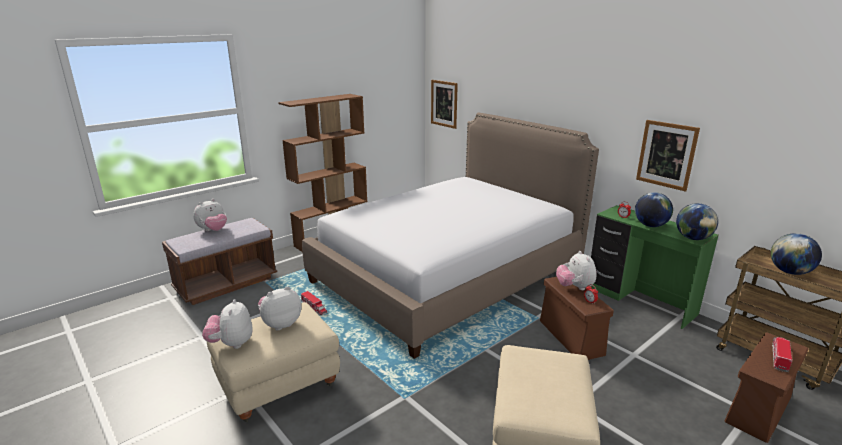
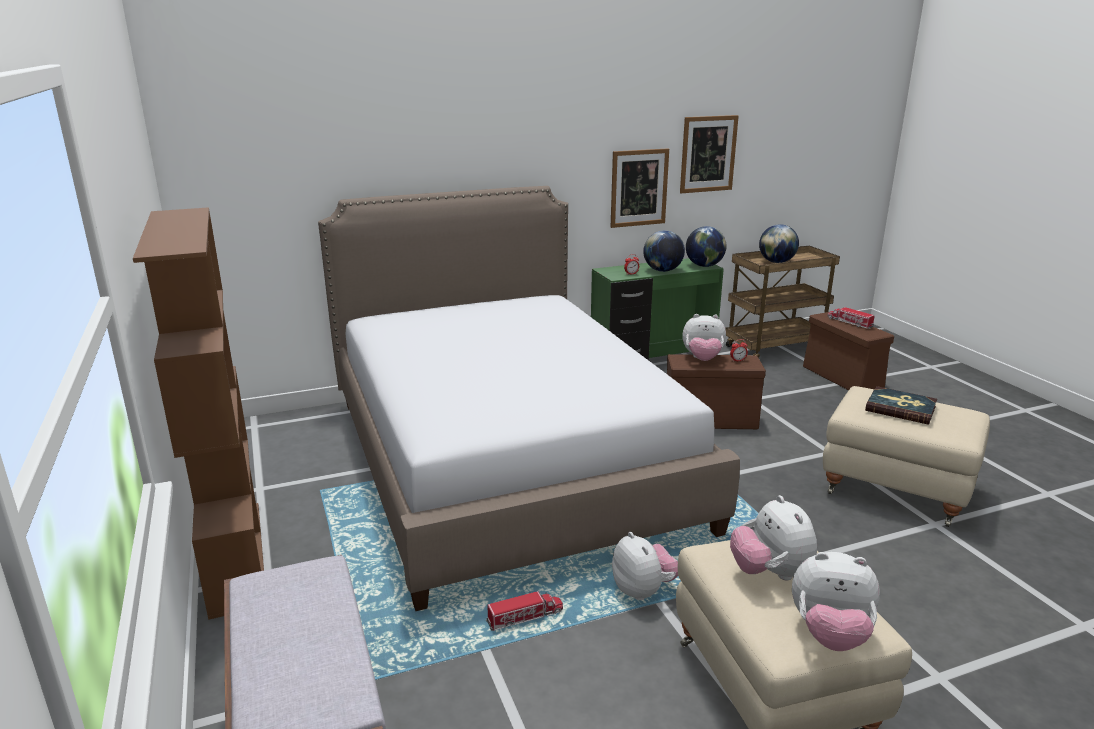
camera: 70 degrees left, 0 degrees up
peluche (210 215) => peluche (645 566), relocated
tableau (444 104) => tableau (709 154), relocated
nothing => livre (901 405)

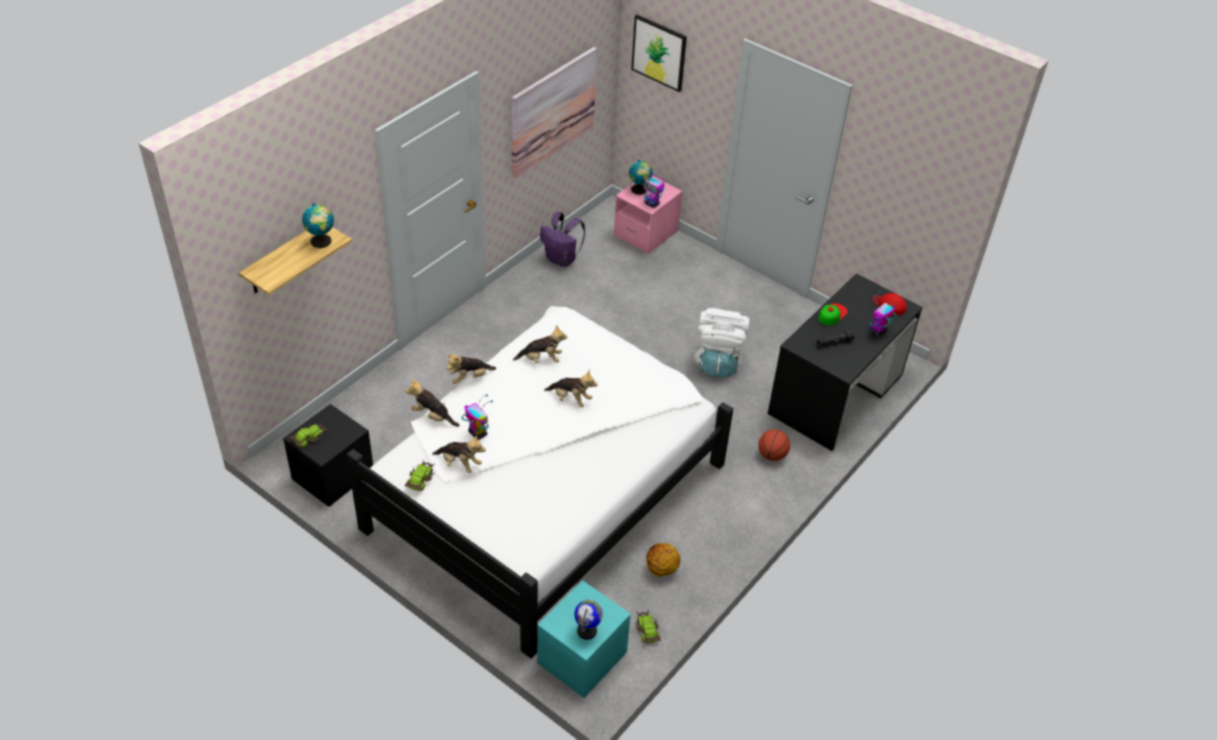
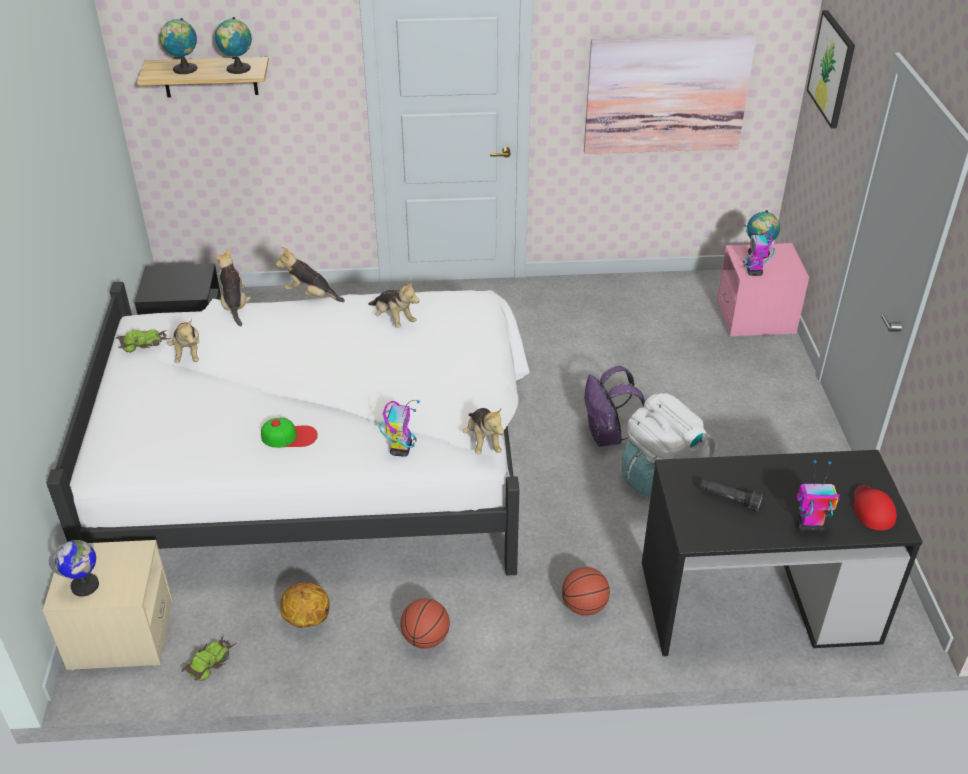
camera: 50 degrees right, 5 degrees down
petite voiture (309 434) => nothing
robot jouet (477 417) => robot jouet (399 428), relocated
table de chevet/turquoise (584 639) => table de chevet/beige (108 605)
sac à dos/violet (562 239) => sac à dos/violet (614 406), relocated
peluche (571 388) => peluche (483 430), relocated
casquette (833 314) => casquette (289 433), relocated
nothing => globe (178 46)
nothing => ballon de basket (425 623)

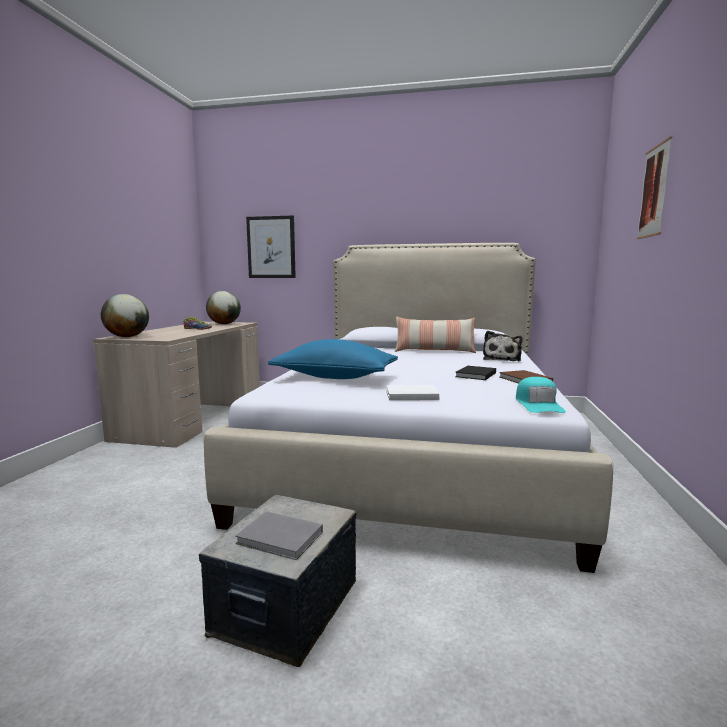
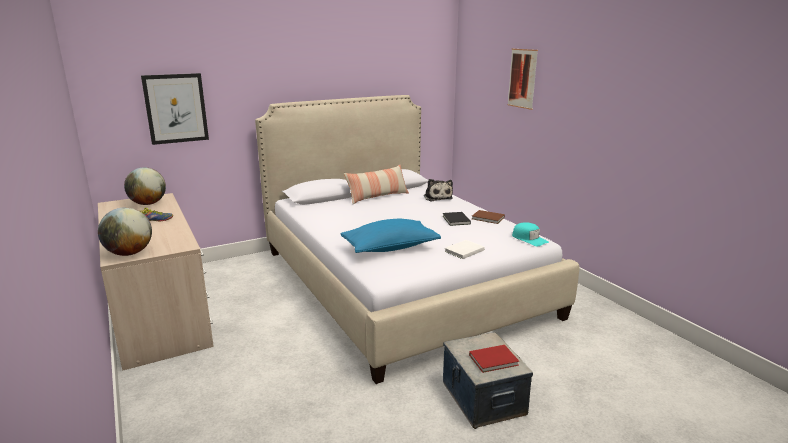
camera: 40 degrees left, 10 degrees up
livre/gris (279 535) => livre/rouge (494 359)

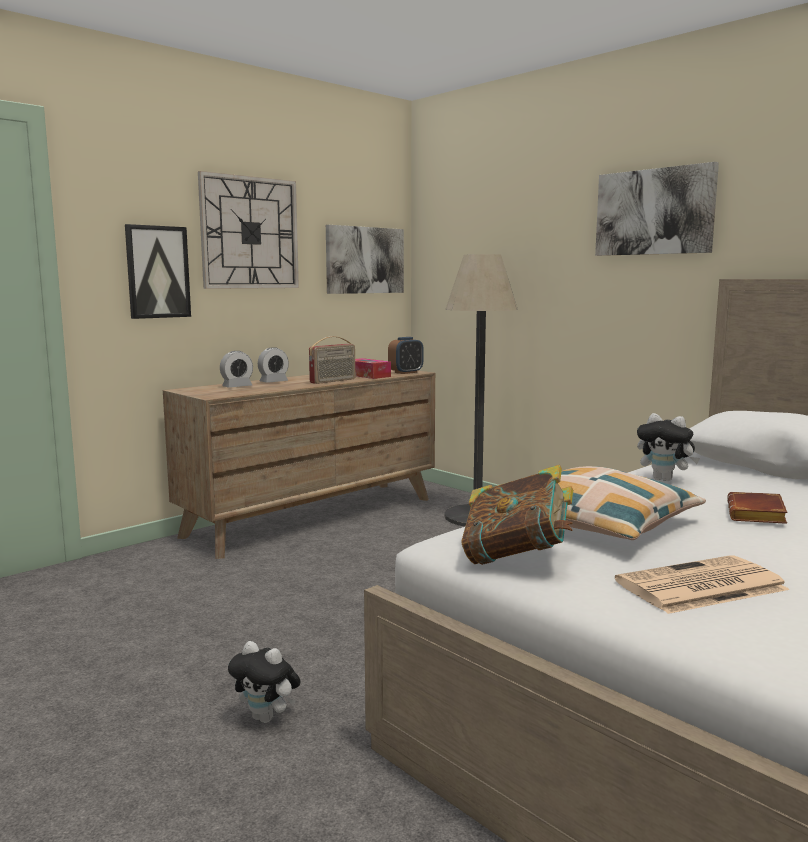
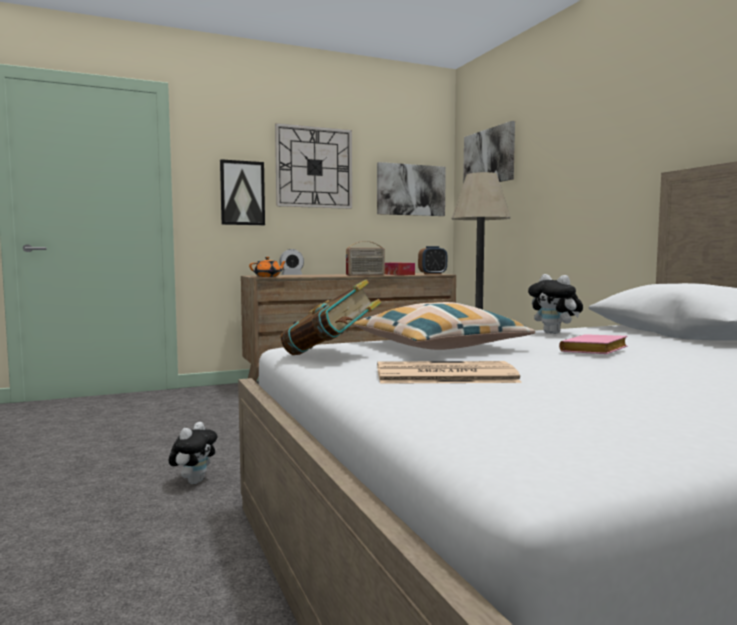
camera: 20 degrees right, 5 degrees down
peluche (264 682) => peluche (193 453), 120 degrees counterclockwise
réveil (273 365) => nothing
tableau (657 209) => tableau (489 152), relocated
livre/marron (757 508) => livre/rose (593 344)
nothing => théière/orange (267 267)

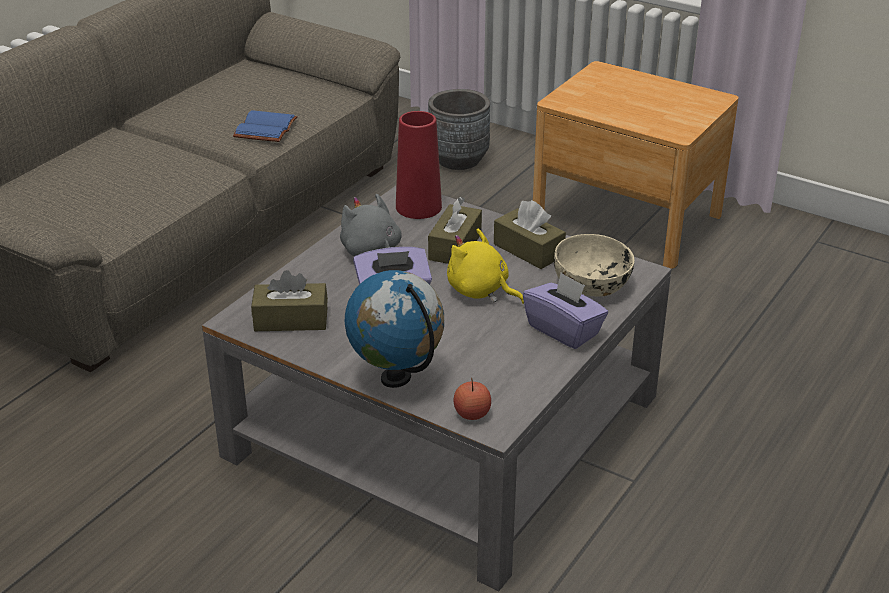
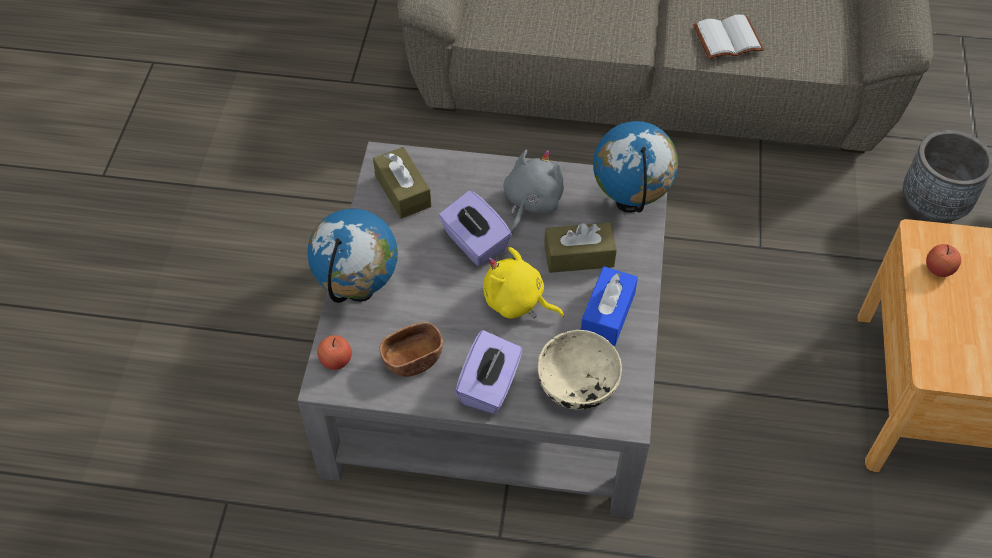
camera: 65 degrees right, 20 degrees up
livre/bleu (265 126) => livre/blanc (728 37)
vase/rouge (419 165) => globe (635 167)
peluche/jaune (485 266) => peluche/jaune (523 283), 75 degrees counterclockwise
boîte à mouchoirs/marron (530 234) => boîte à mouchoirs/bleu (609 306)
nothing => bol/marron (411 349)
nothing => pomme (943 260)

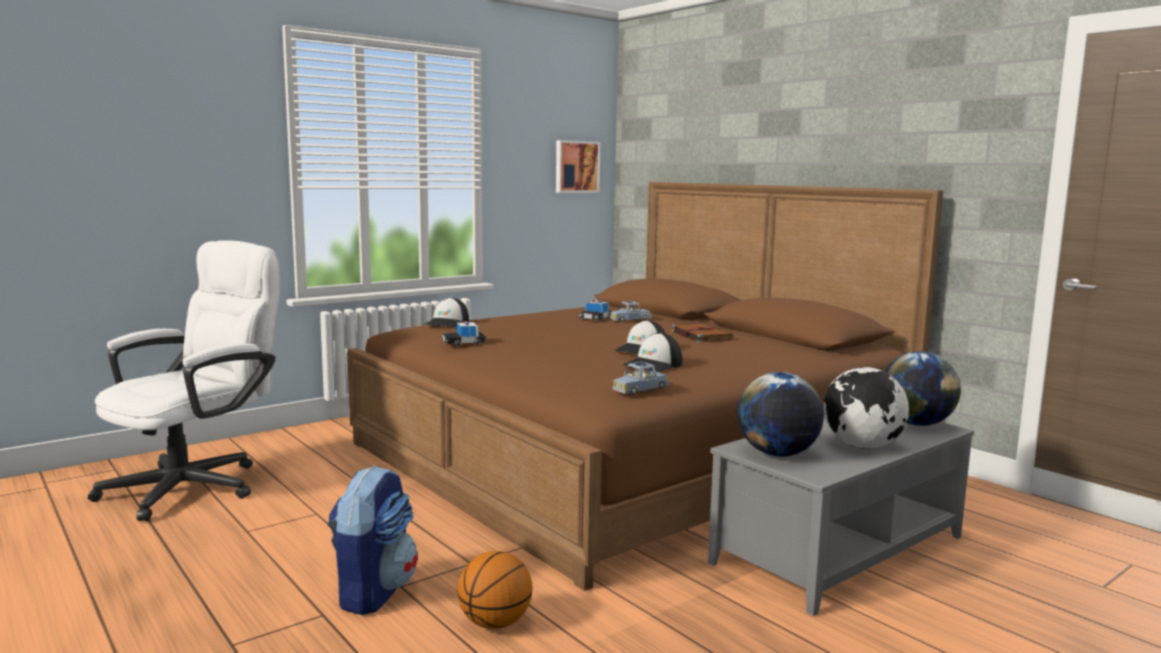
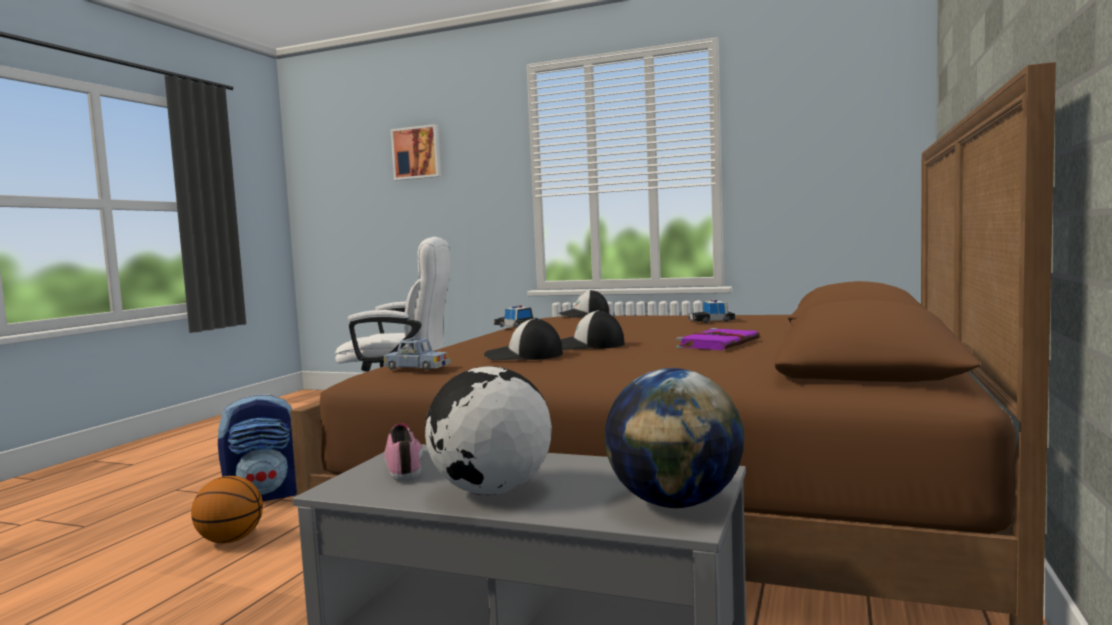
camera: 60 degrees right, 5 degrees down
tableau (578 166) => tableau (416 152), relocated
petite voiture/bleu (630 311) => nothing
livre/marron (702 333) => livre/violet (718 339)
globe (780 414) => chaussure (403 452)

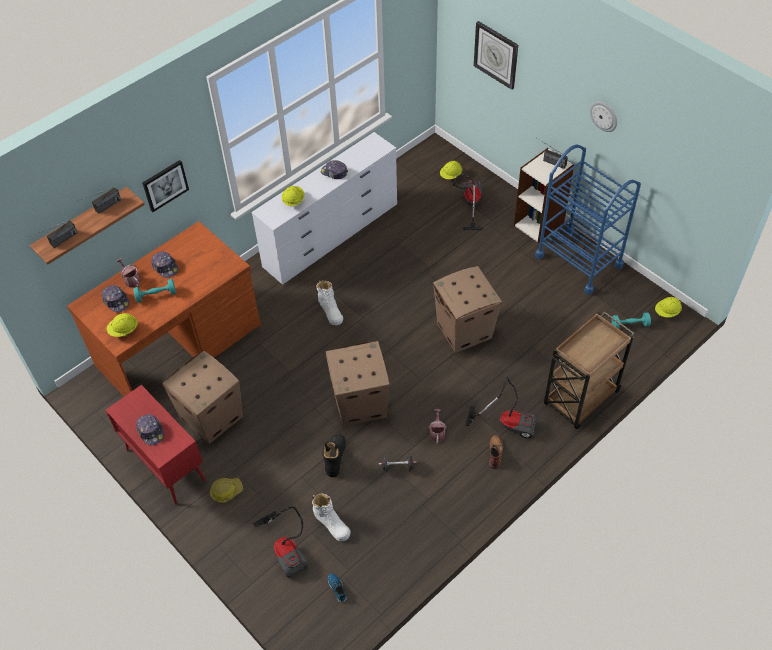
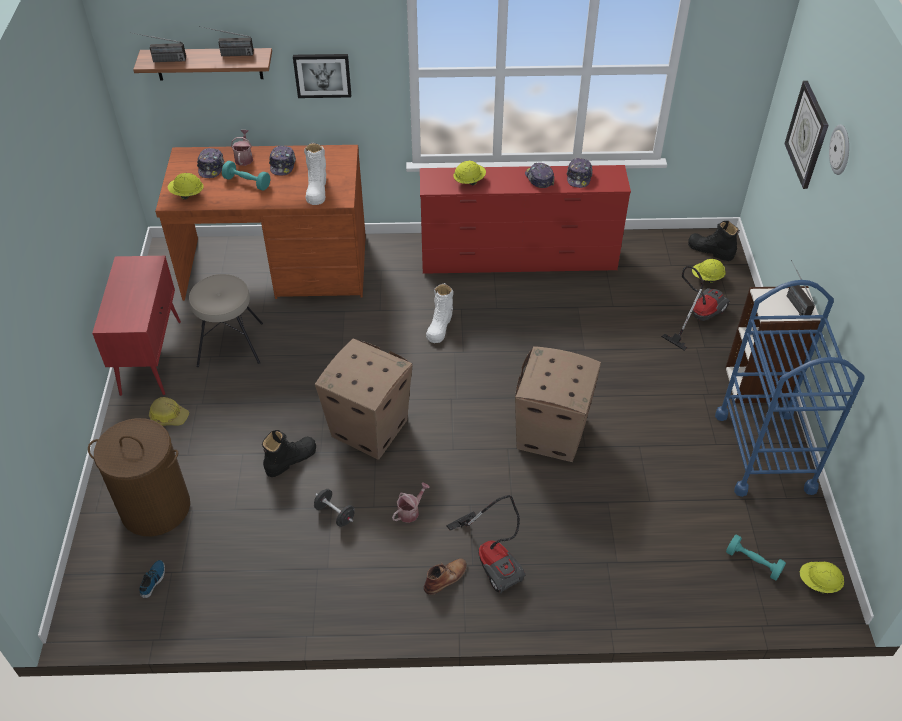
camera: 40 degrees right, 5 degrees down
casquette (150 429) => casquette (580 173), relocated
carton (202 397) => tabouret/beige (226 320)
commode/blanc (324 208) => commode/rouge (525 219)
aspirateur (281 542) => panier à linge/marron (139 477)
botte/blanc (331 517) => botte/blanc (315 173), relocated
chariot/marron (589 370) => nothing
horloge murale (603 116) => horloge murale (839 150), relocated
nothing => botte/noir (714 241)

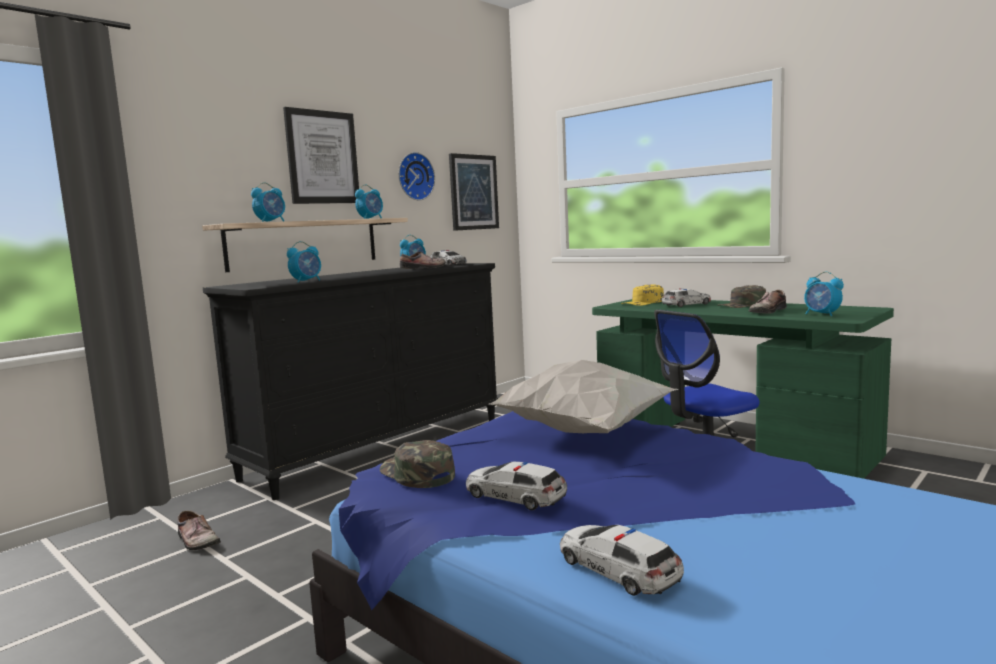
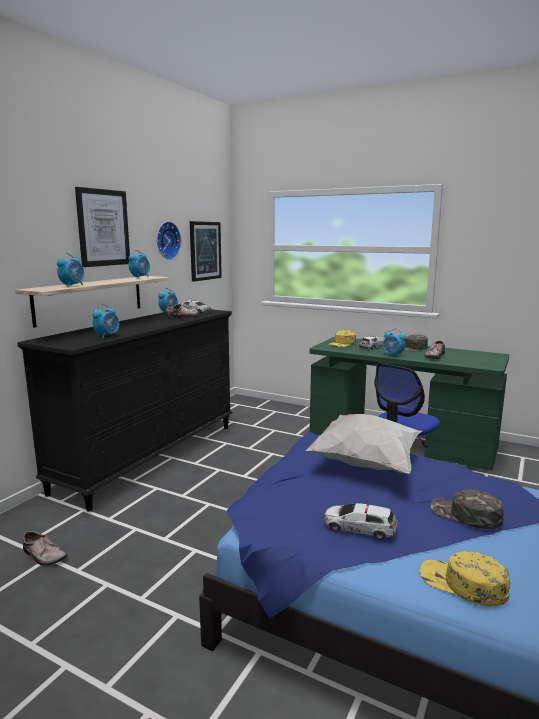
camera: 15 degrees left, 5 degrees up
casquette/vert (417 464) => casquette/vert (467 509), relocated
petite voiture (622 560) => casquette/jaune (465 578)
réveil (824 294) => réveil (394 343), relocated

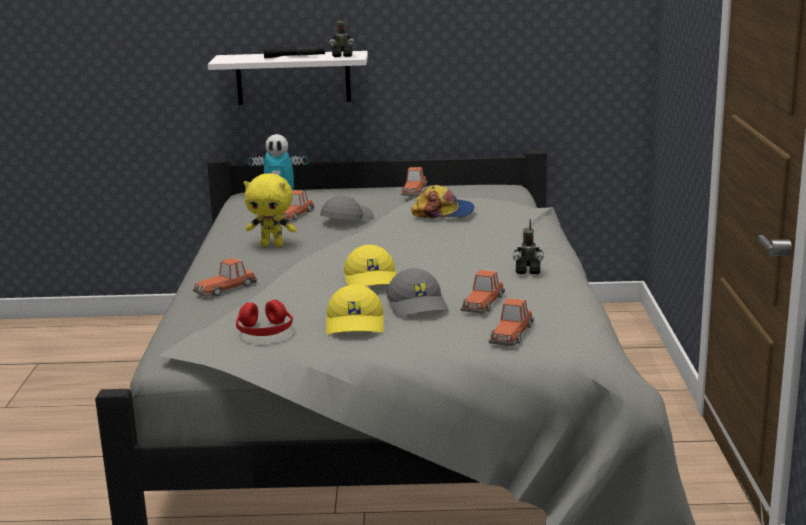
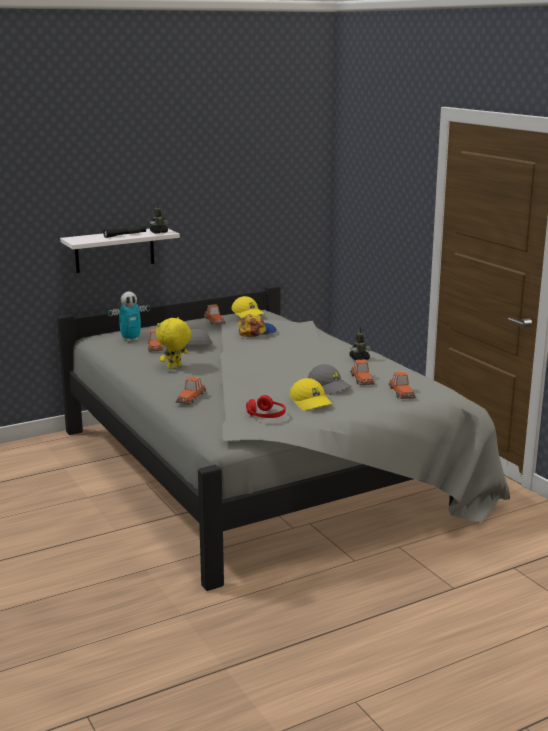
camera: 30 degrees left, 0 degrees up
peluche/jaune (270 210) => peluche/jaune (173 343), 150 degrees clockwise
casquette/jaune (370 265) => casquette/jaune (248 307), relocated

